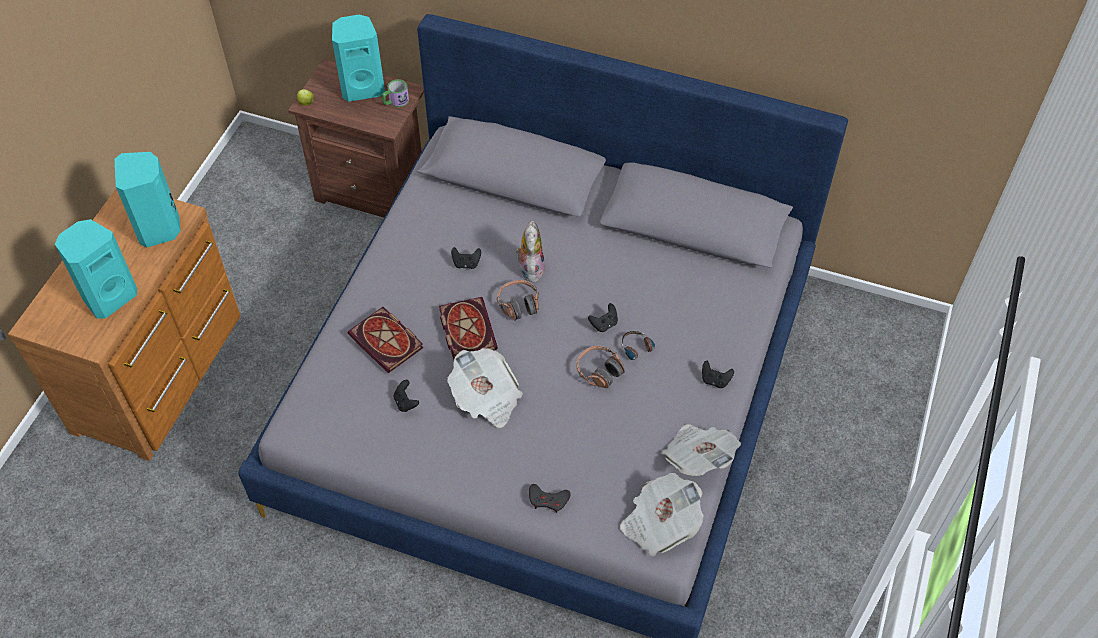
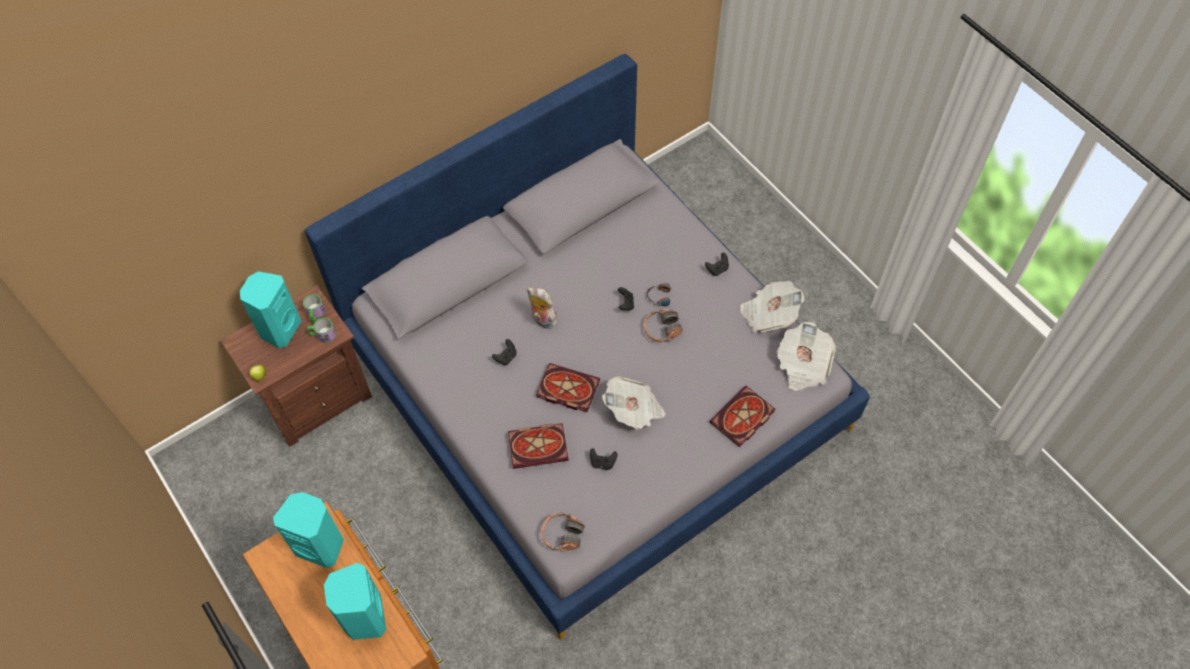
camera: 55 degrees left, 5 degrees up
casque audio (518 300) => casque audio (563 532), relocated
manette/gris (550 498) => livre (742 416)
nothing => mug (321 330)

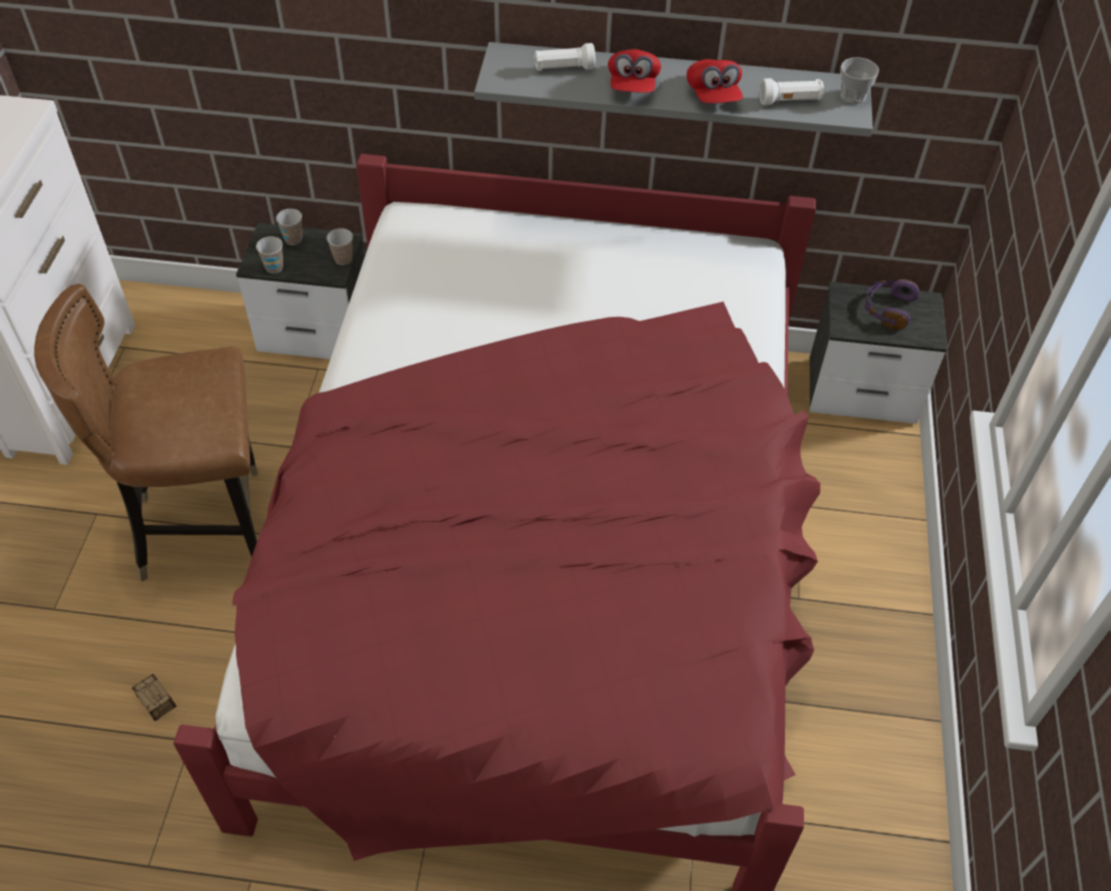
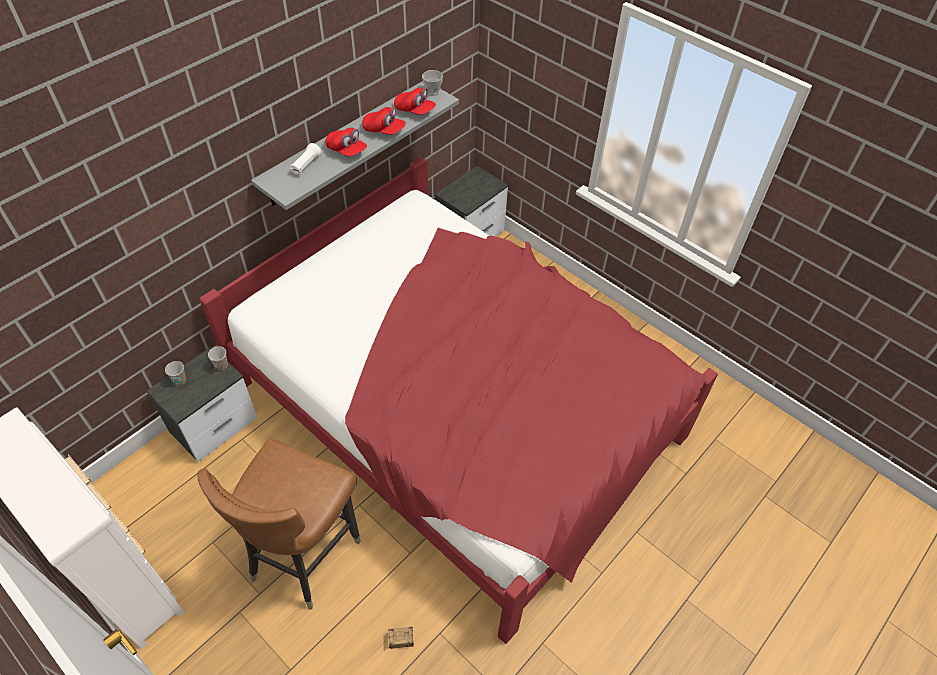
camera: 55 degrees left, 0 degrees up
tasse (269 254) => nothing
lampe de poche/blanc (792 91) => casquette/rouge (415 101)
casque audio/violet (892 304) => nothing

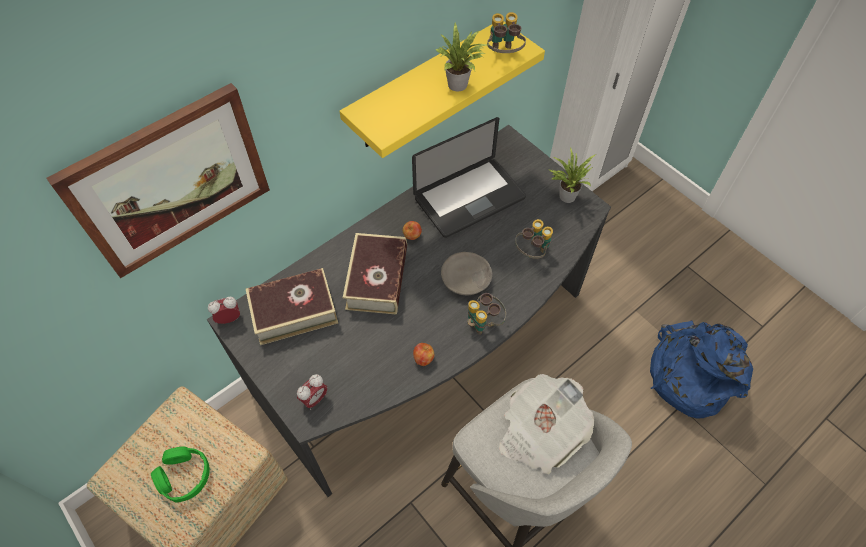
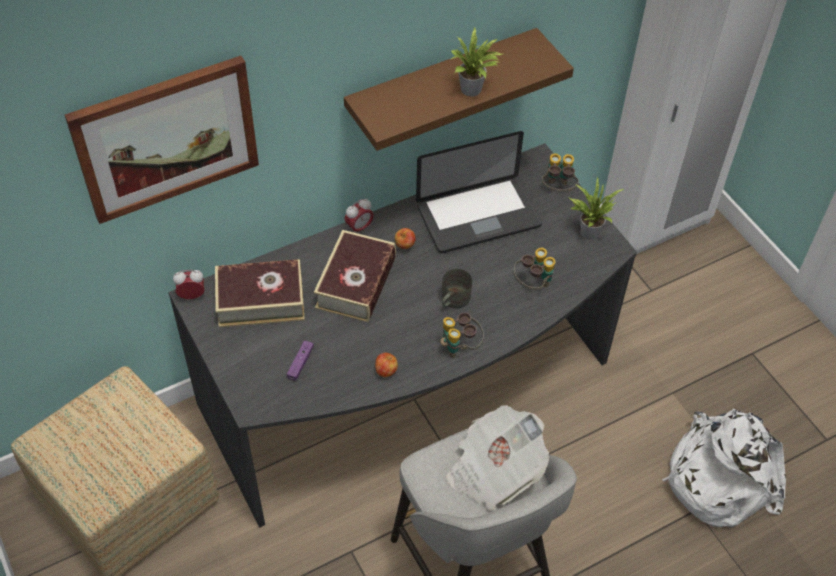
camera: 10 degrees right, 5 degrees down
casque audio/vert (180 474) => nothing
réveil (312 392) => réveil (359 216), relocated
étagère/jaune (442 89) => étagère/marron (459 89)
bol/gris (466 273) => mug/gris (457 288)
jumelles (506 32) => jumelles (560 172), relocated
sac à dos/bleu (701 369) => sac à dos/blanc (724 468)
nothing => manette/violet (300 360)

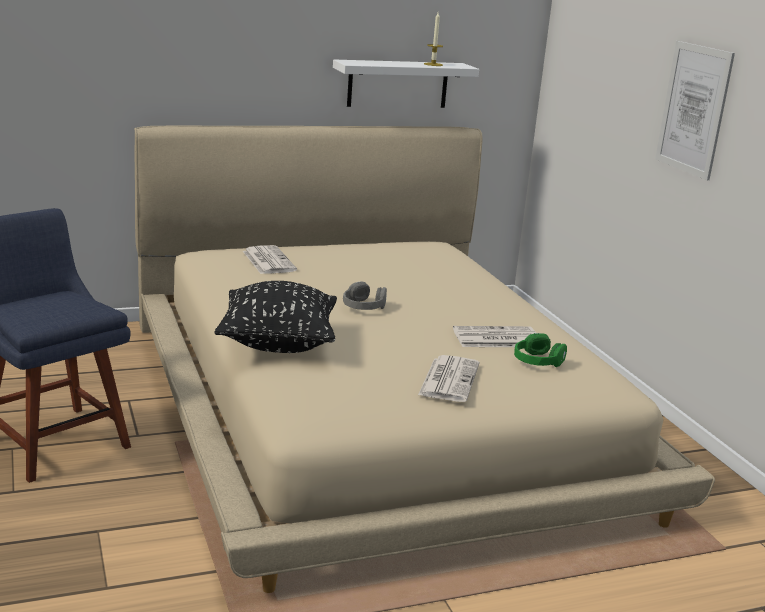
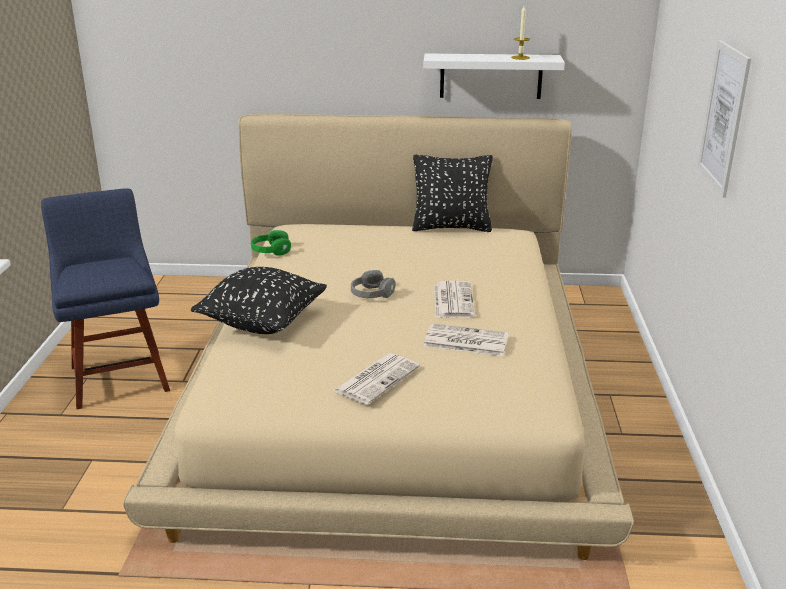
camera: 25 degrees right, 5 degrees up
journal (270 259) => journal (454 299), relocated
casque audio/vert (540 350) => casque audio/vert (271 243), relocated
nothing => coussin/noir (452 193)

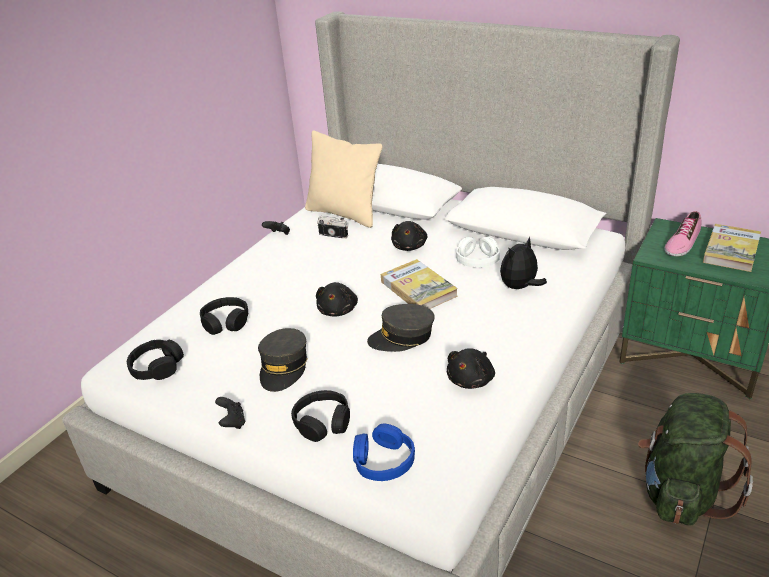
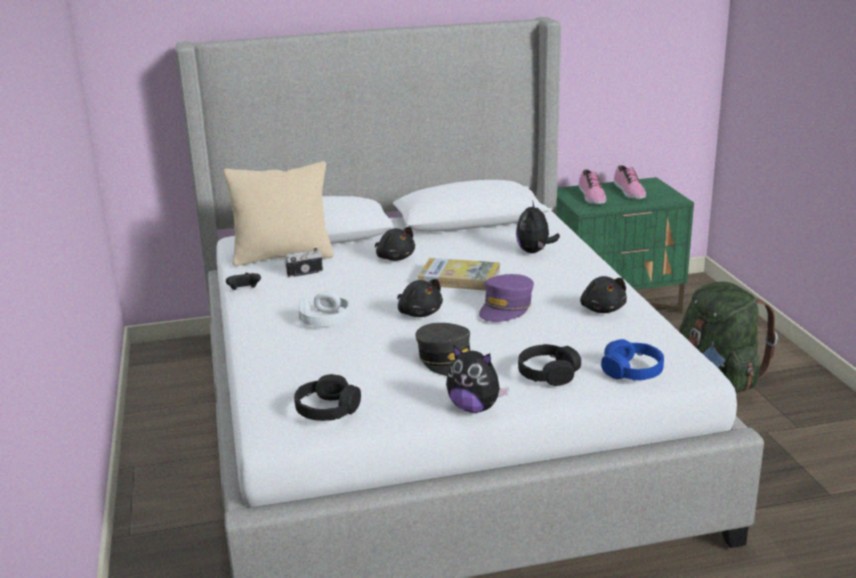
camera: 45 degrees left, 10 degrees down
casque audio/noir (224 316) => nothing
manette/noir (230 413) => peluche (477 379)
casquette/gris (401 328) => casquette/violet (506 298)
casque audio/blanc (478 252) => casque audio/blanc (324 308), relocated
livre (732 248) => chaussure (630 182)

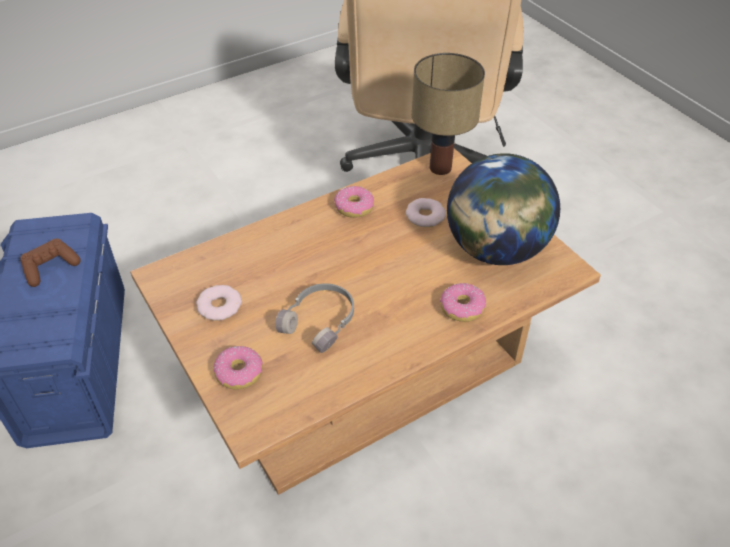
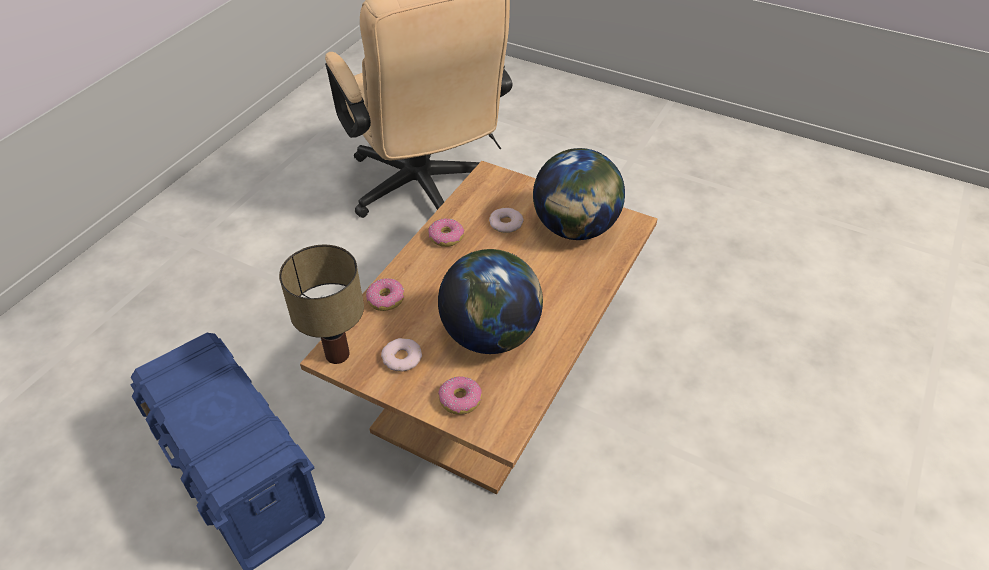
camera: 30 degrees left, 0 degrees up
manette/marron (50 263) => nothing
casque audio/gris (314 318) => globe (490 301)
lampe de table (448 114) => lampe de table (321 304), relocated
beignet (463 302) => beignet (385 294), relocated

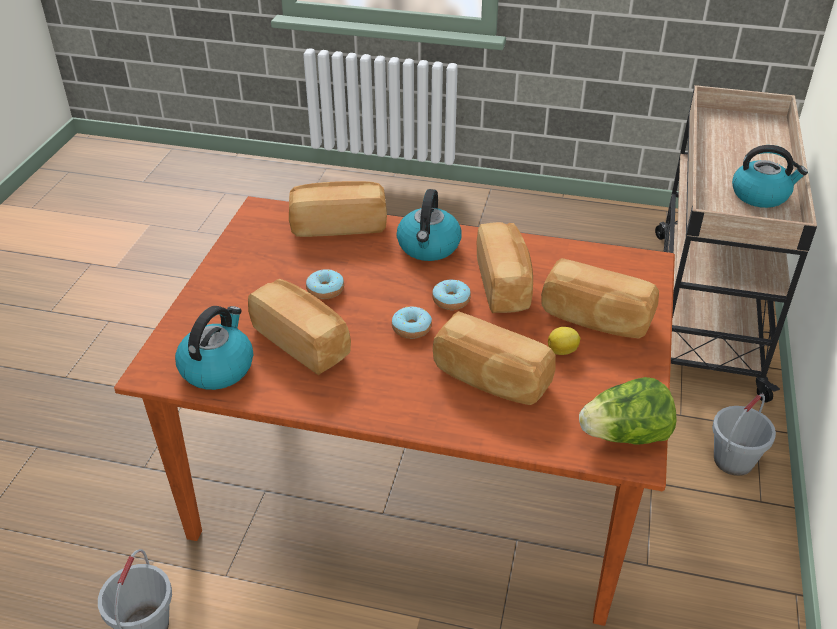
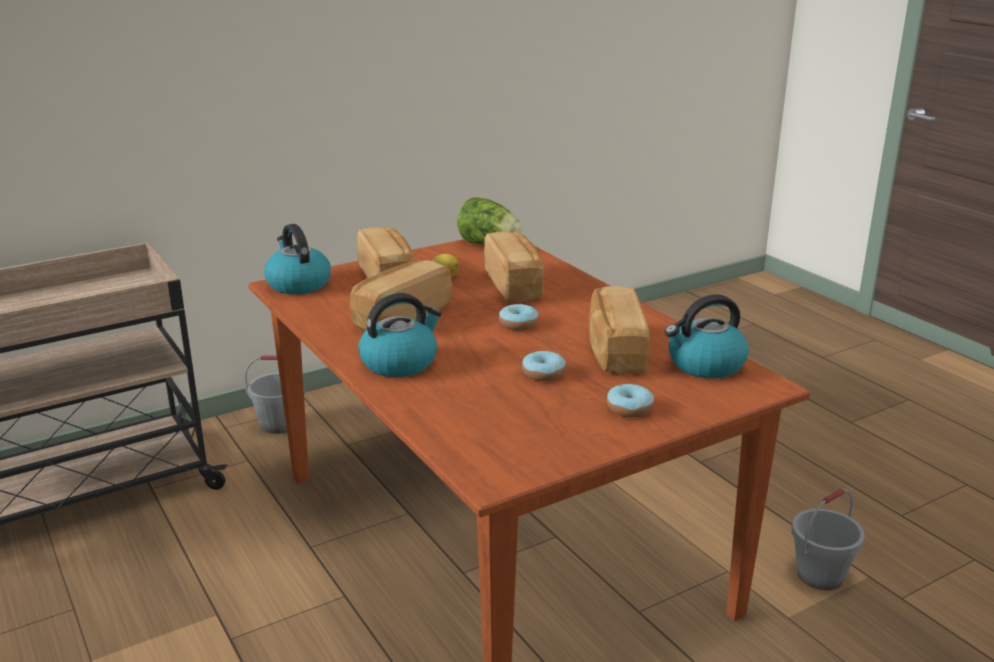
camera: 135 degrees left, 15 degrees down
pain (338 209) => nothing
beignet (451 294) => beignet (630 401), relocated
bouilloire (770 176) => bouilloire (297 259), relocated

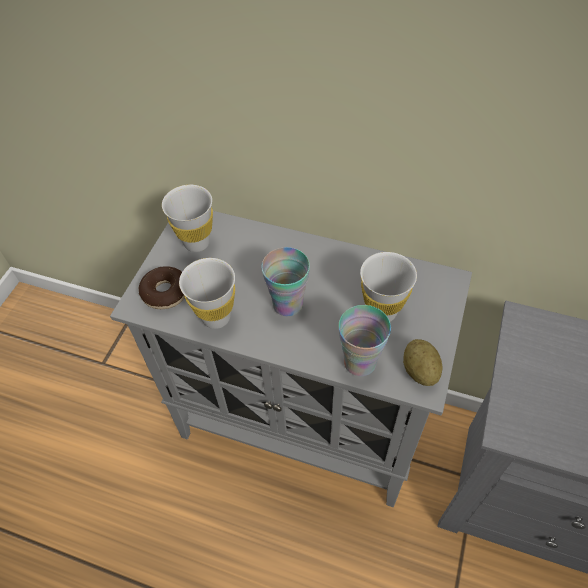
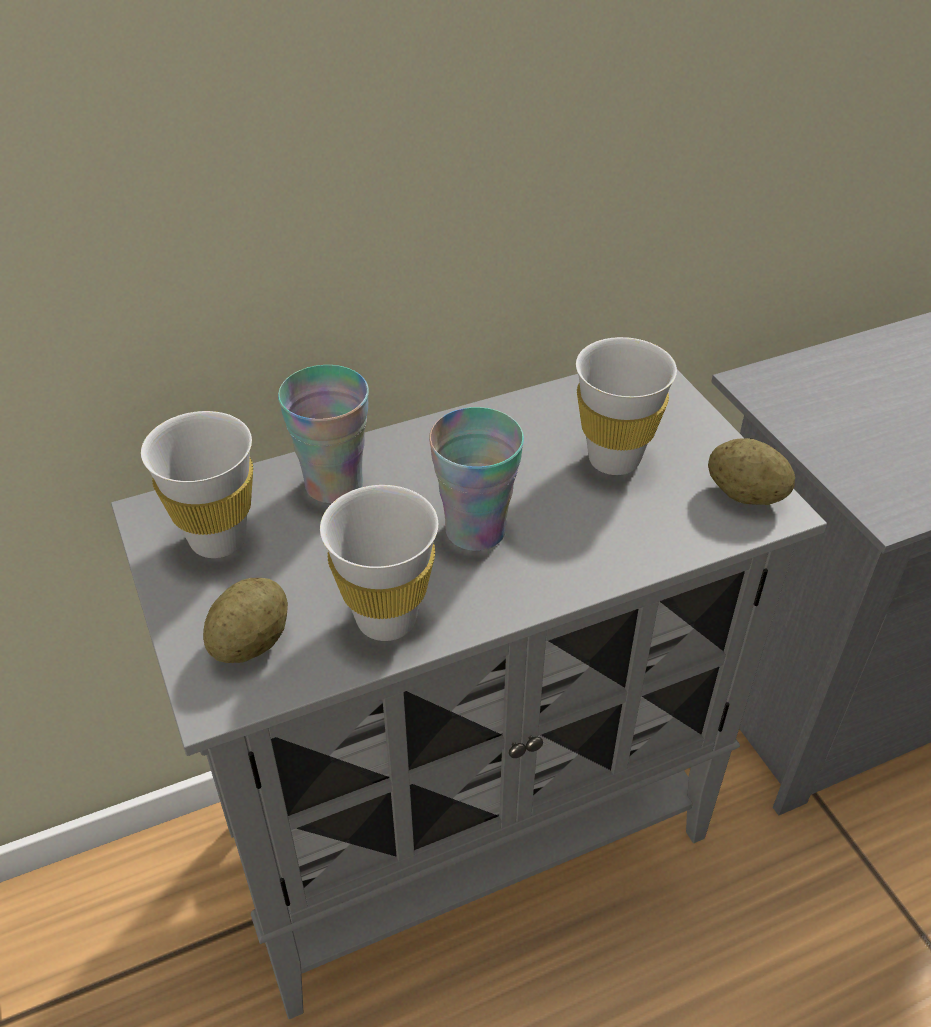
camera: 45 degrees left, 10 degrees down
beignet (162 287) => pomme de terre (245 620)
tasse (364 340) => tasse (323 434), relocated

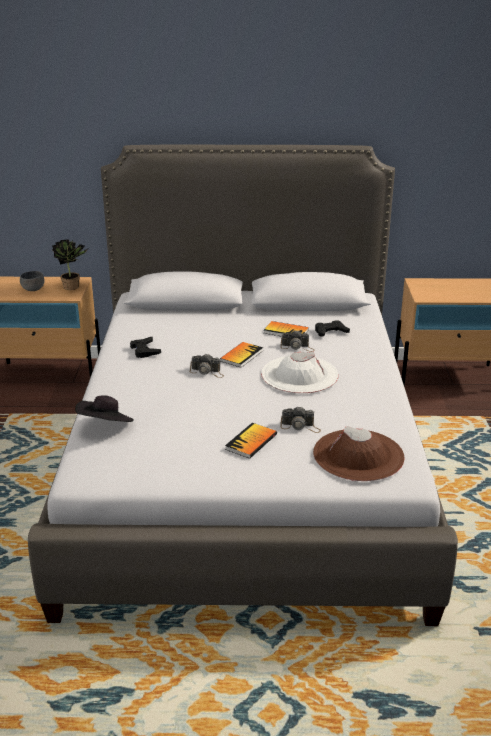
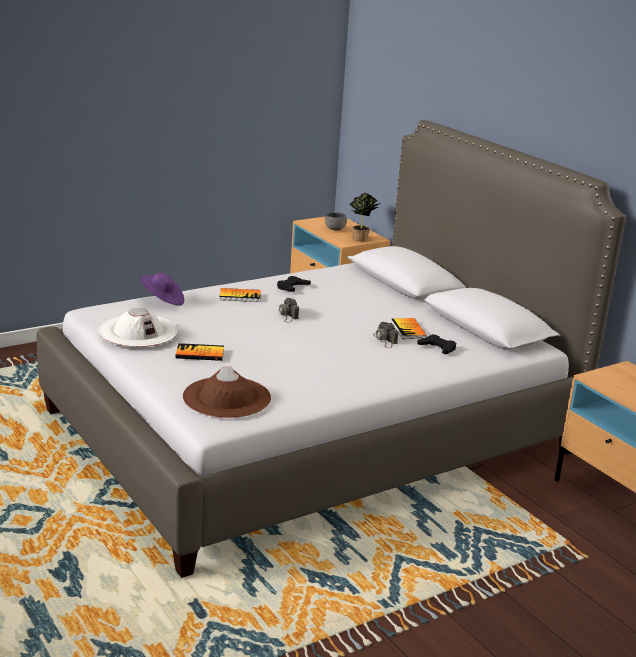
camera: 55 degrees right, 5 degrees down
chapeau/noir (104 408) => chapeau/violet (161 289)
livre (241 355) => livre (240 295), relocated
chapeau/blanc (299 372) => chapeau/blanc (138 327), relocated
appareil photo (300 419) => nothing

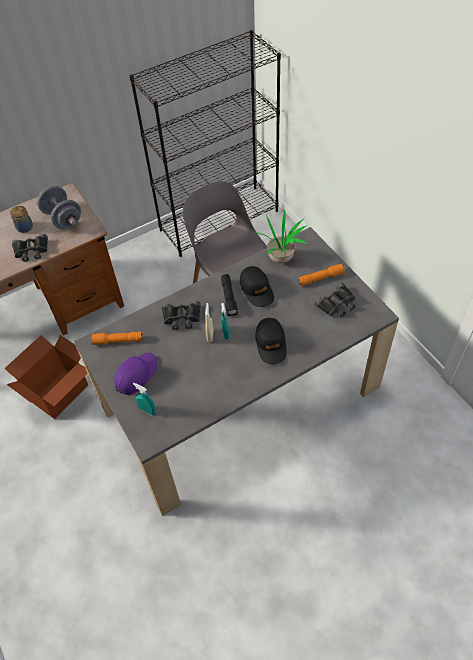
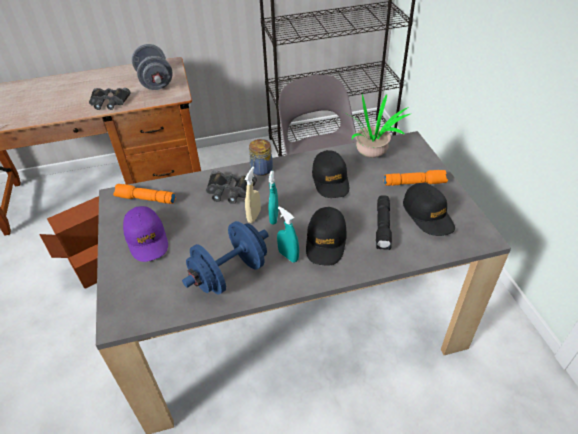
camera: 15 degrees right, 10 degrees down
bocal (21 219) => bocal (261 157), relocated
casquette/violet (136 374) => casquette/violet (145 234), 105 degrees clockwise
vaporisateur/turquoise (144 399) => vaporisateur/turquoise (288 234), relocated
lampe de poche/noir (229 295) => lampe de poche/noir (384 222), relocated
jumelles/noir (334 300) => casquette/noir (429 209)
nothing => haltère/bleu (225 257)

